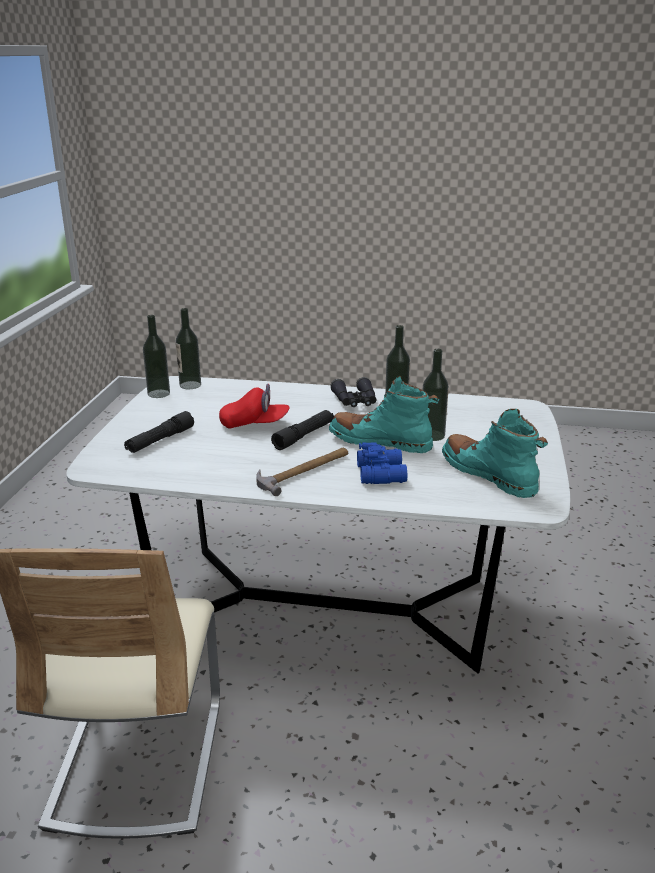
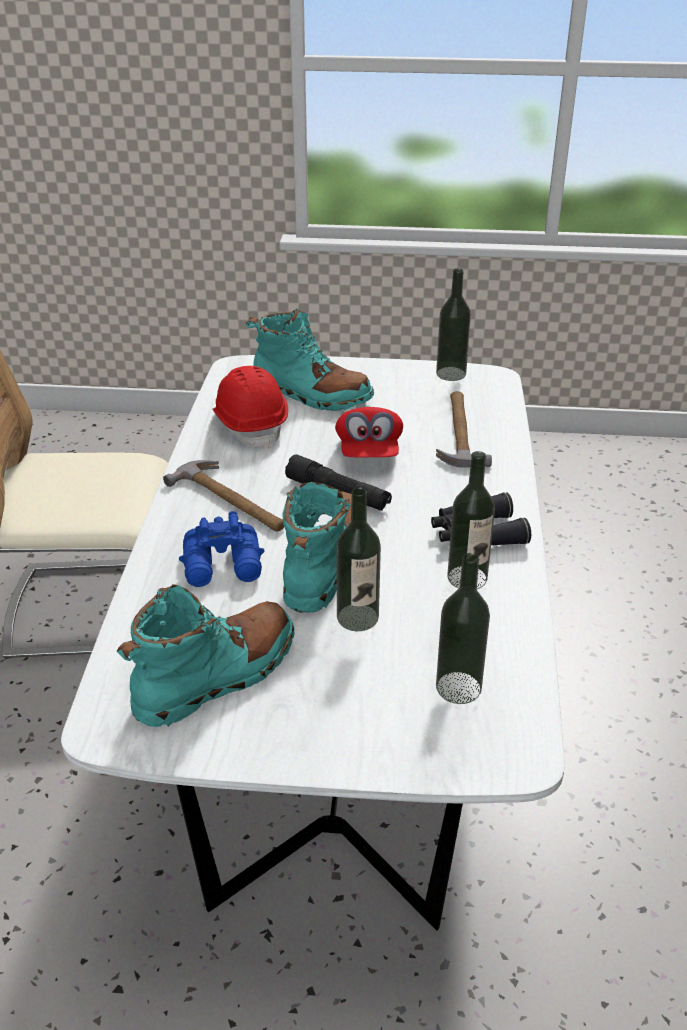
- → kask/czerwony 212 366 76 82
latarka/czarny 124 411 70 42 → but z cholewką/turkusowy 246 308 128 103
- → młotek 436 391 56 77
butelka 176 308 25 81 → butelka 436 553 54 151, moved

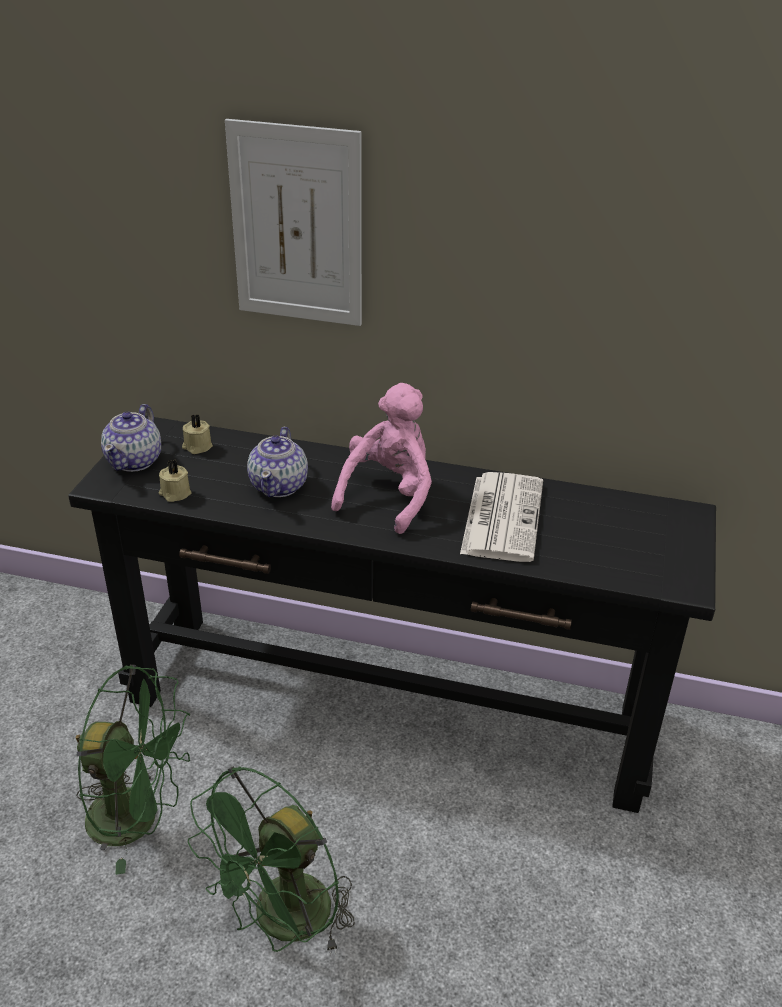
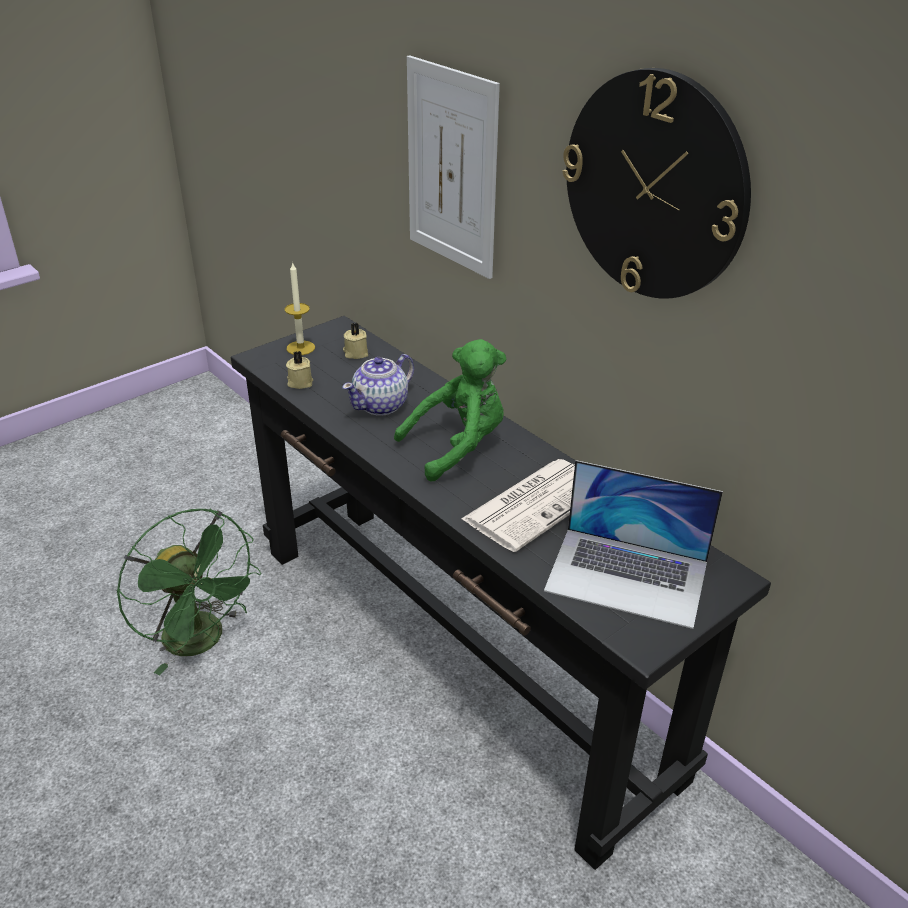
imbryk 101 404 60 68 → świeca 285 262 30 93
pluszak/różowy 331 383 101 151 → pluszak/zielony 394 339 112 143
- → laptop 544 460 179 169
- → zegar ścienny 562 68 189 231
wentylator/zielony 188 766 167 189 → -

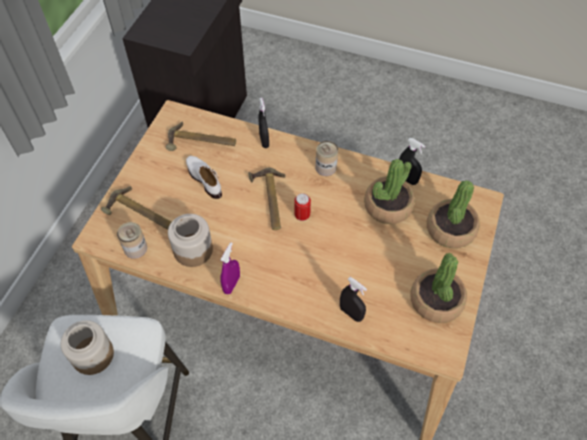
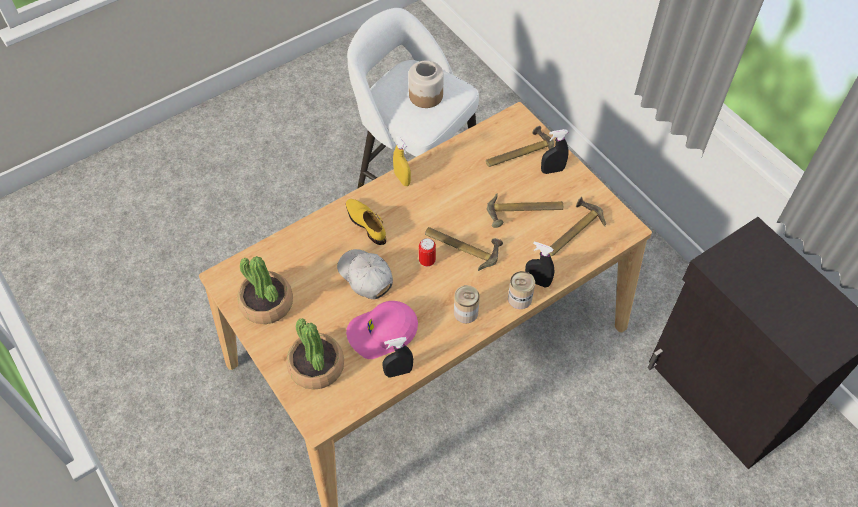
- → czapka z daszkiem/biały 337 249 56 50
- → but/żółty 346 199 40 46
roślina doniczkowa 364 159 51 65 → czapka z daszkiem/różowy 346 301 72 58
spryskiwacz/fioletowy 220 242 20 52 → spryskiwacz/żółty 393 135 18 51
but/biały 186 156 36 43 → młotek 487 193 76 35
puszka 117 222 30 37 → puszka 508 271 27 38, moved
spryskiwacz/czarny 340 277 27 45 → spryskiwacz/czarny 541 129 28 45, moved
słoik 168 214 45 53 → -

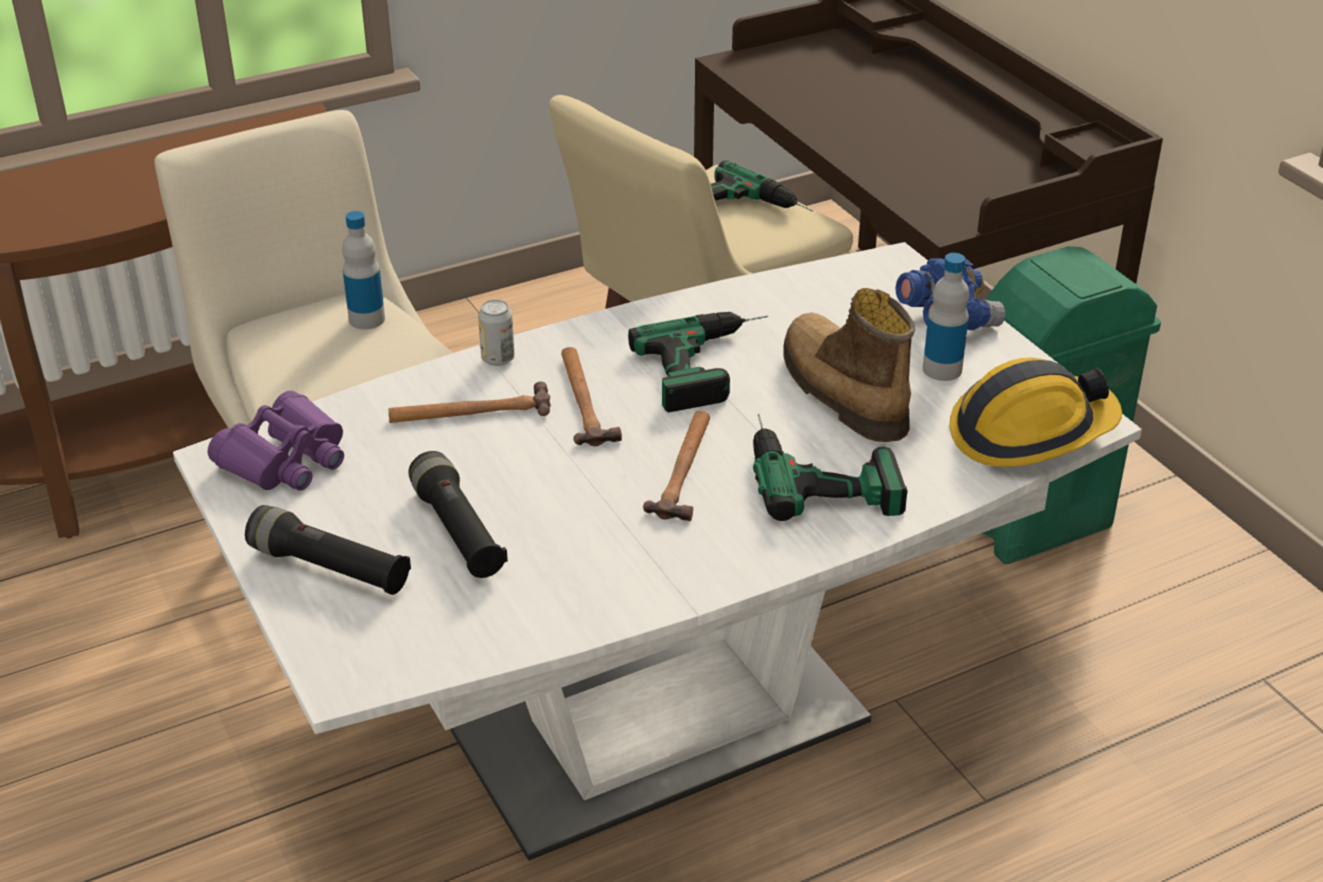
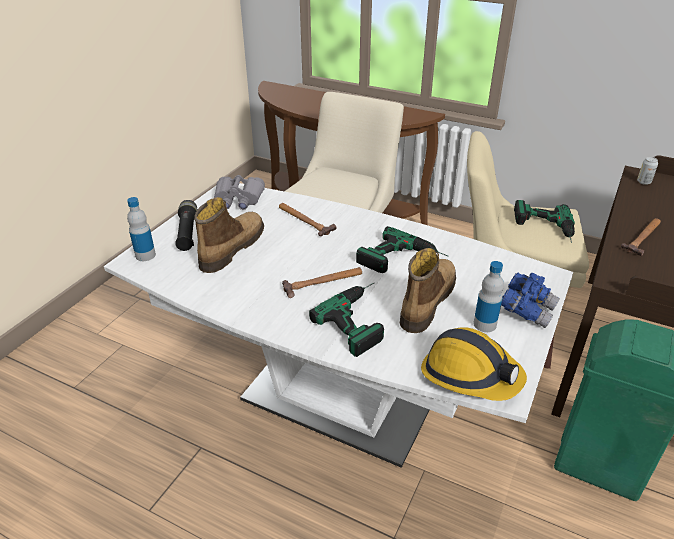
butelka 342 211 43 118 → butelka 127 197 29 64, moved
latarka/czarny 408 451 100 127 → but z cholewką 194 197 70 76
lornetka/fioletowy 208 391 136 100 → lornetka/szary 214 175 51 35
młotek 561 347 61 99 → młotek 621 218 40 38, moved
puszka 478 300 36 66 → puszka 637 157 21 28, moved

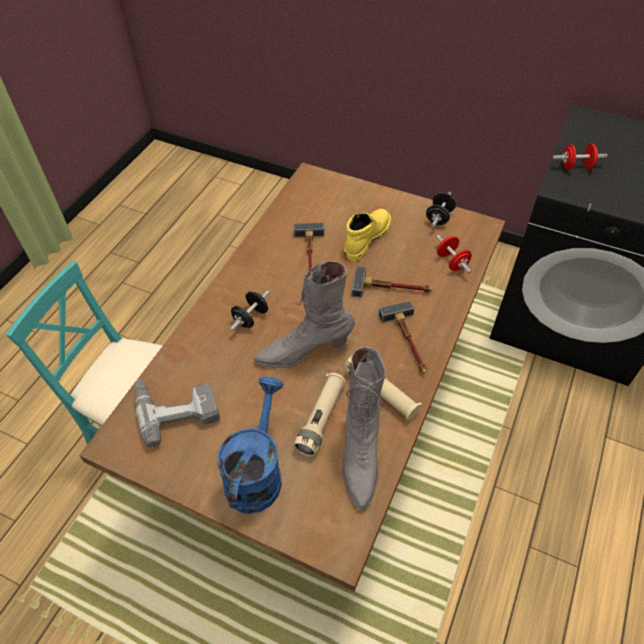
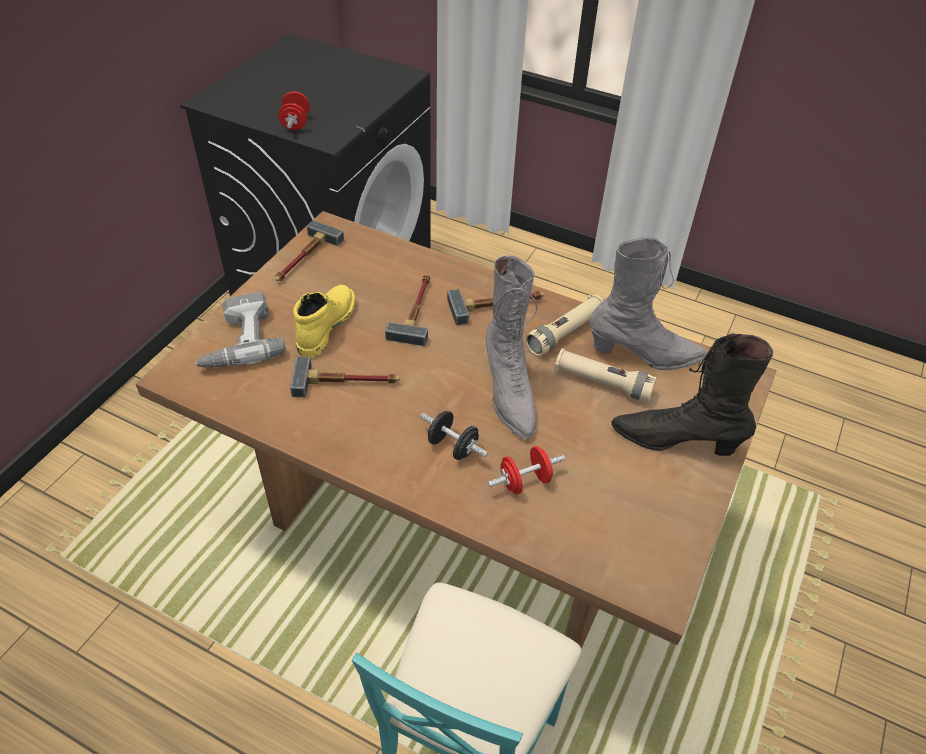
wiertarka 134 379 86 68 → wiertarka 194 292 92 76, moved
hantel/czarny 426 192 30 35 → młotek 275 220 69 61
but z cholewką/żółty 344 209 47 52 → but z cholewką/żółty 293 285 62 72, 75 degrees clockwise
hantel/czerwony 437 235 35 38 → hantel/czerwony 488 446 77 48, moved
konewka/niebieski 217 376 67 138 → but z cholewką/czarny 611 333 162 123

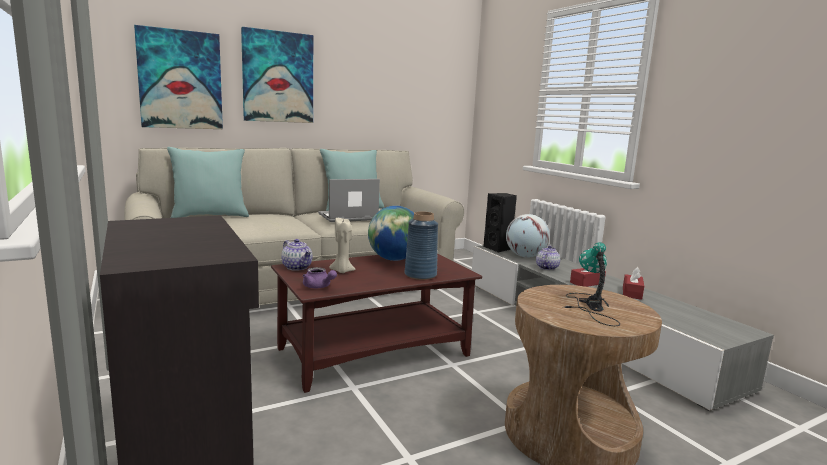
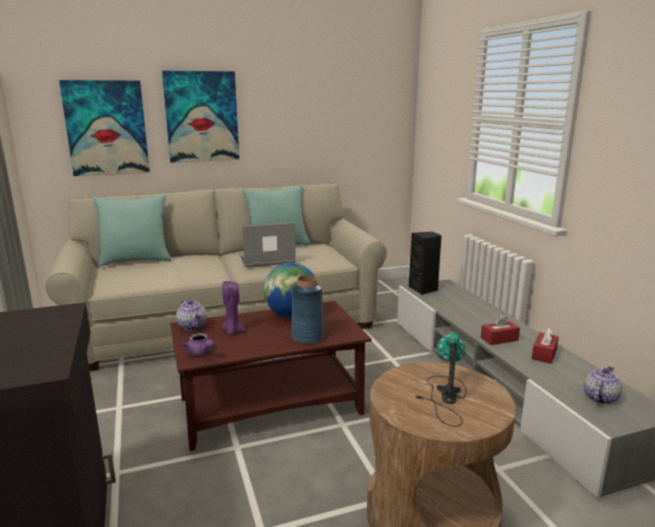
świeca/beżowy 329 217 27 56 → świeca/fioletowy 221 281 24 54
imbryk 536 246 24 24 → imbryk 584 366 38 38, moved
globus 506 214 44 43 → -

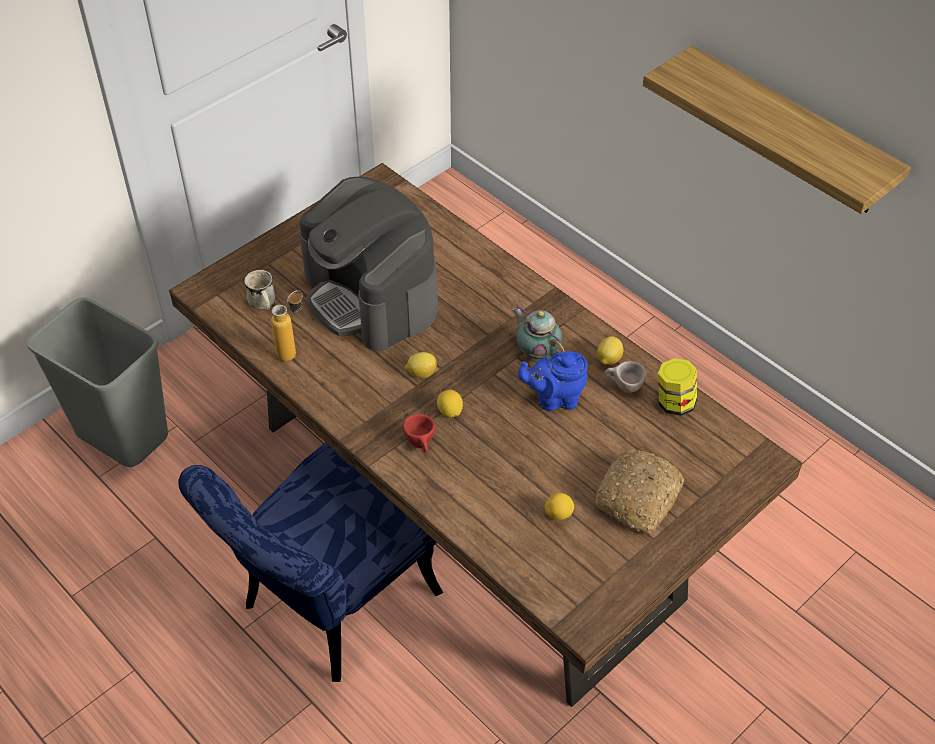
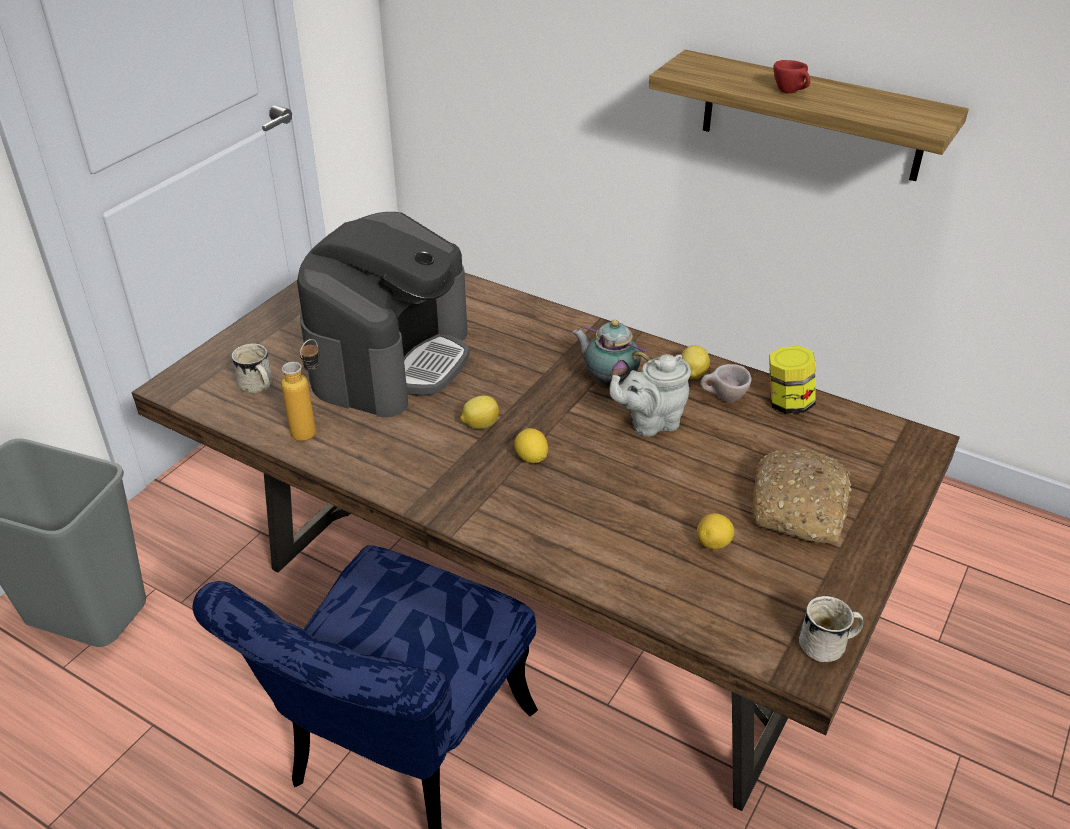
ekspres do kawy 300 177 138 174 → ekspres do kawy 297 212 173 206, 105 degrees counterclockwise
imbryk/niebieski 518 351 70 60 → imbryk/szary 609 354 82 82
filiżanka/czerwony 403 414 32 38 → filiżanka/czerwony 773 60 37 34, moved
- → kubek/biały 799 596 64 66

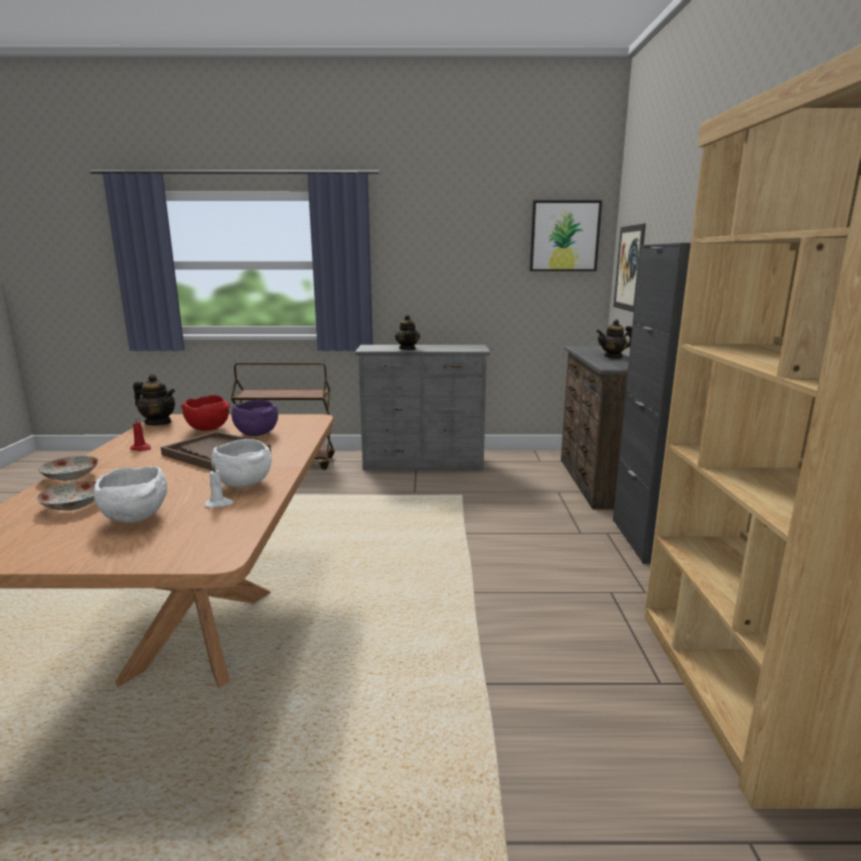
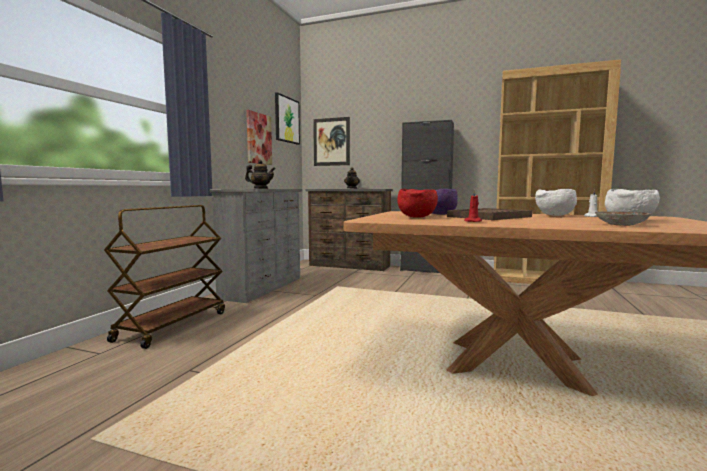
- → obraz 246 110 26 55
talerz 38 456 61 25 → -
imbryk 133 374 42 51 → -

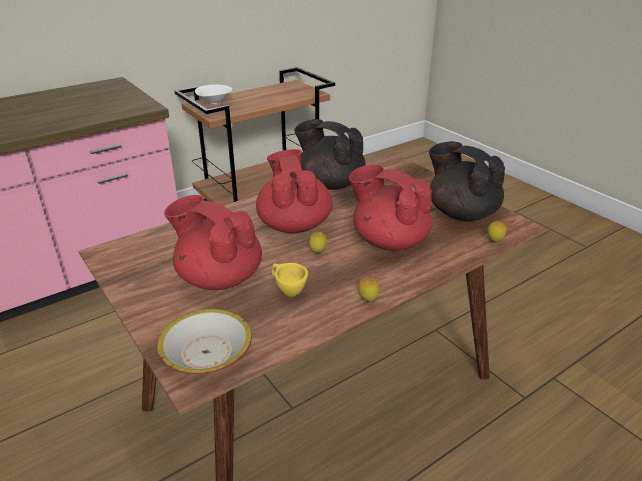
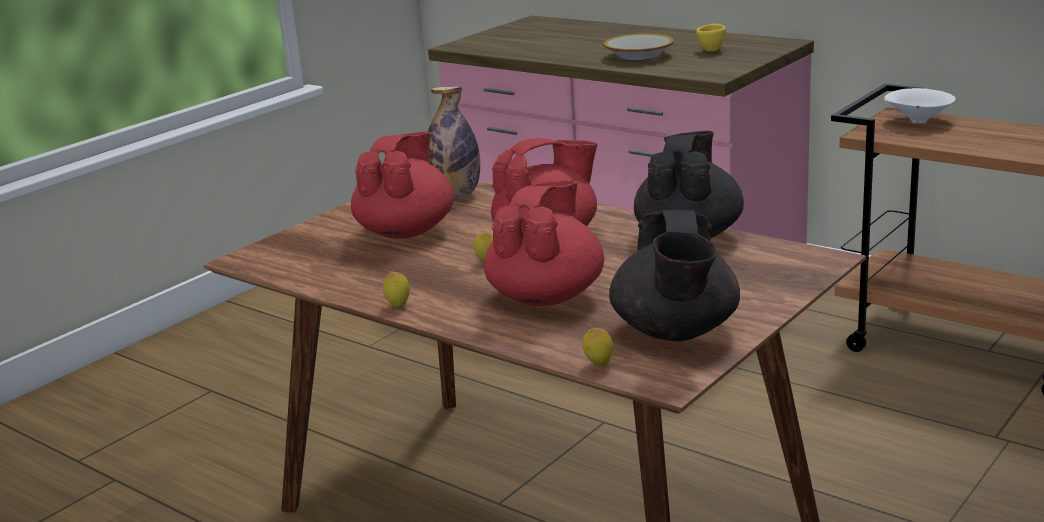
- → butelka 428 86 52 112
miska 157 309 95 66 → miska 603 34 71 27, moved
imbryk/czarny 429 141 76 80 → imbryk/czarny 609 210 131 131, 150 degrees clockwise
filiżanka/żółty 271 263 37 34 → filiżanka/żółty 696 24 30 28, moved

